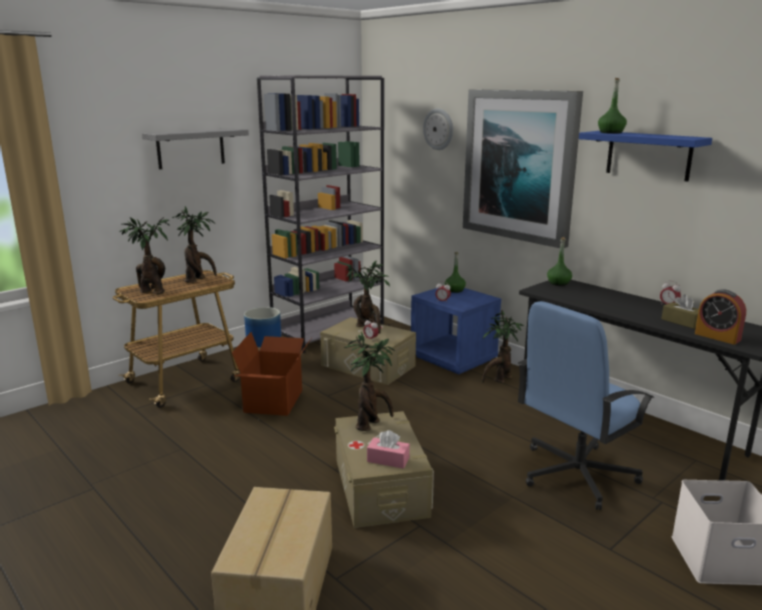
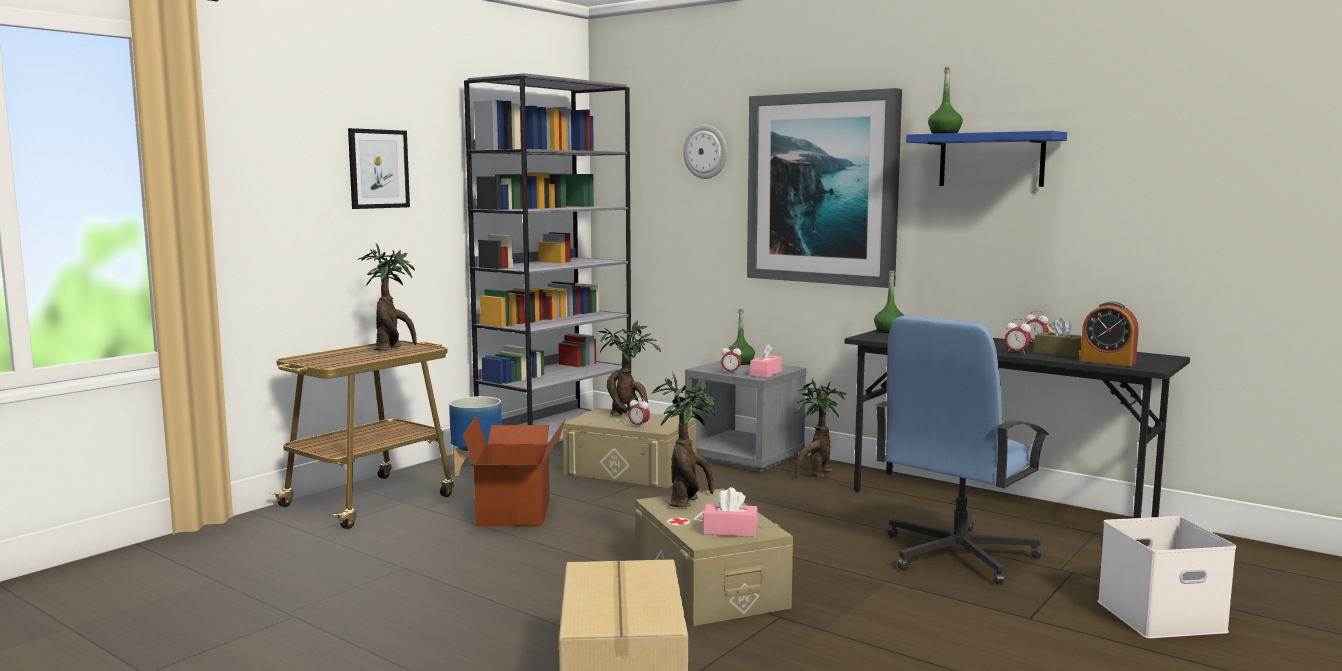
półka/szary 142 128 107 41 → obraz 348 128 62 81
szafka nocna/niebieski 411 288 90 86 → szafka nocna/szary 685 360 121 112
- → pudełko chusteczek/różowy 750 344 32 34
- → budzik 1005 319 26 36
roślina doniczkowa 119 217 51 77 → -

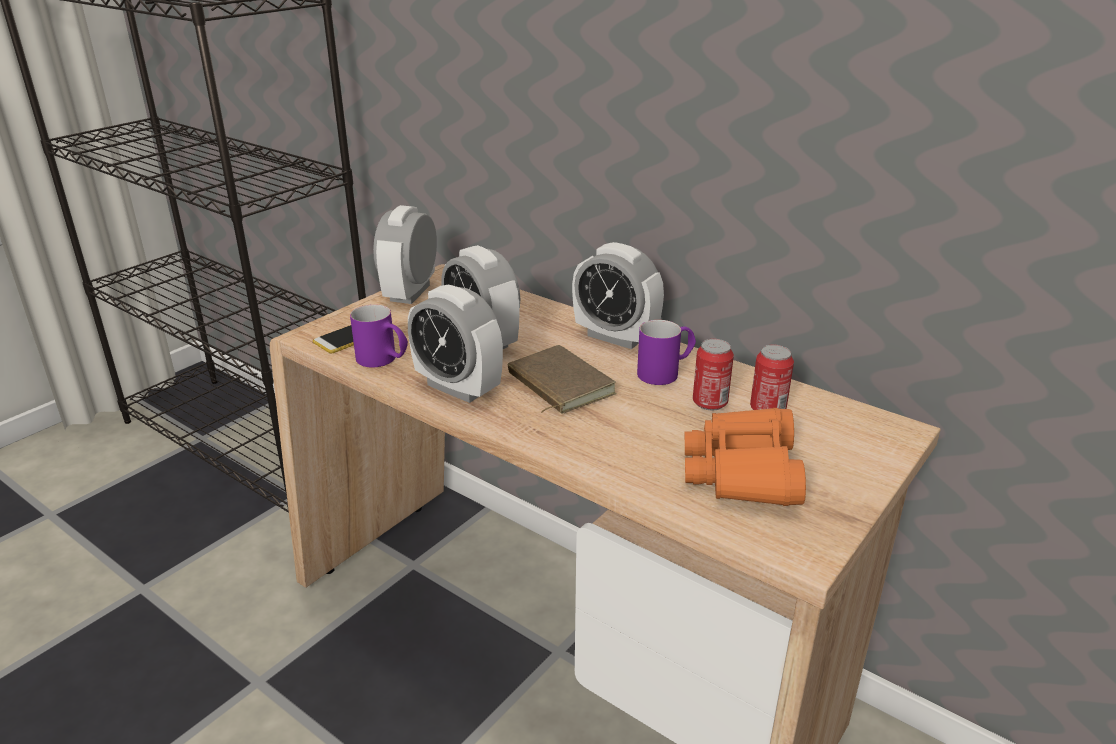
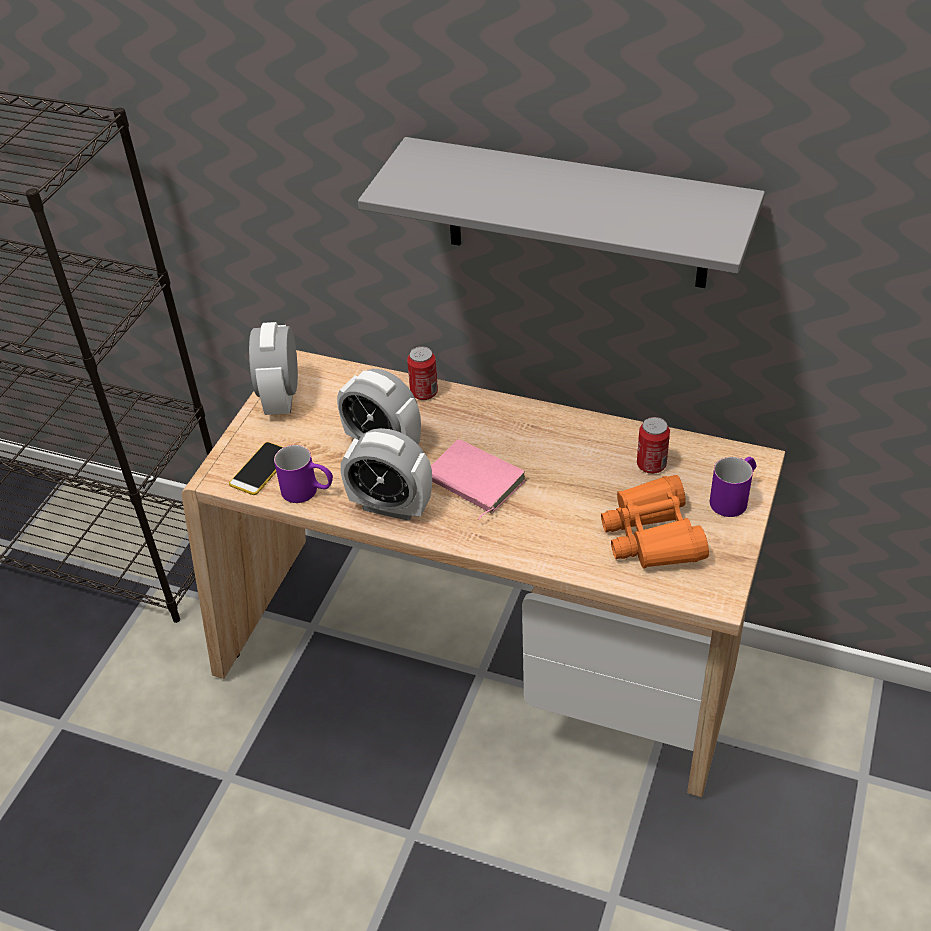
- → półka/szary 358 137 407 151
puszka 693 339 41 71 → puszka 407 346 31 54, moved
książka/brązowy 508 345 108 69 → książka/różowy 431 439 95 81
kubek/fioletowy 637 320 59 65 → kubek/fioletowy 710 457 46 60, moved
budzik 572 242 92 107 → -

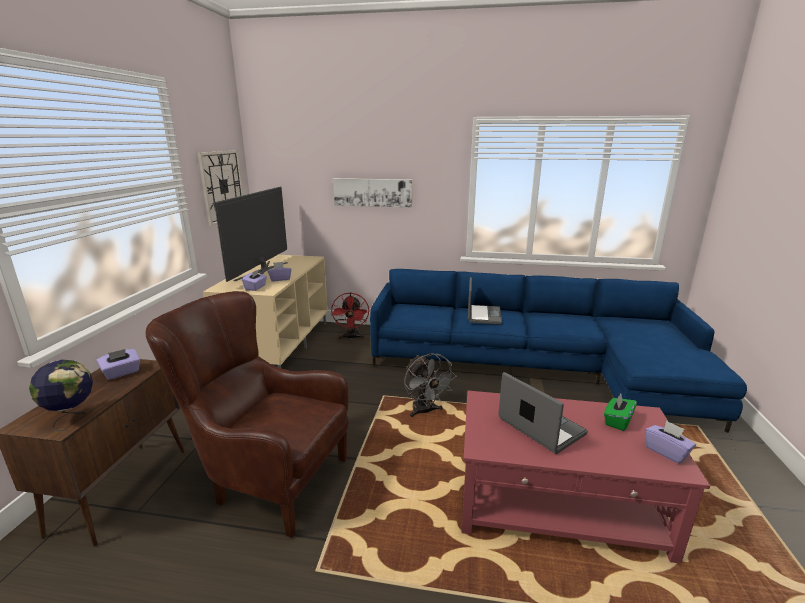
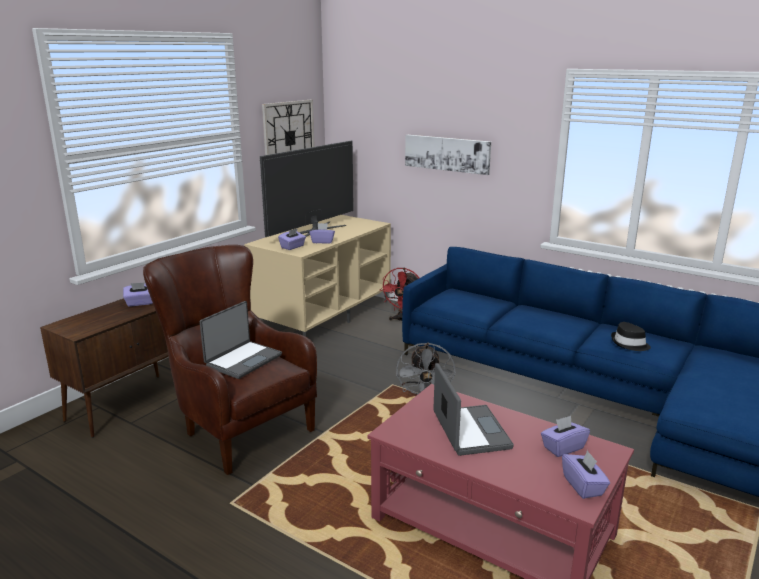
laptop 468 277 34 47 → laptop 200 301 82 78, moved
pudełko chusteczek/zielony 604 394 33 37 → pudełko chusteczek/fioletowy 541 416 49 41
- → kapelusz/czarny 611 322 40 29
globus 29 360 64 72 → -

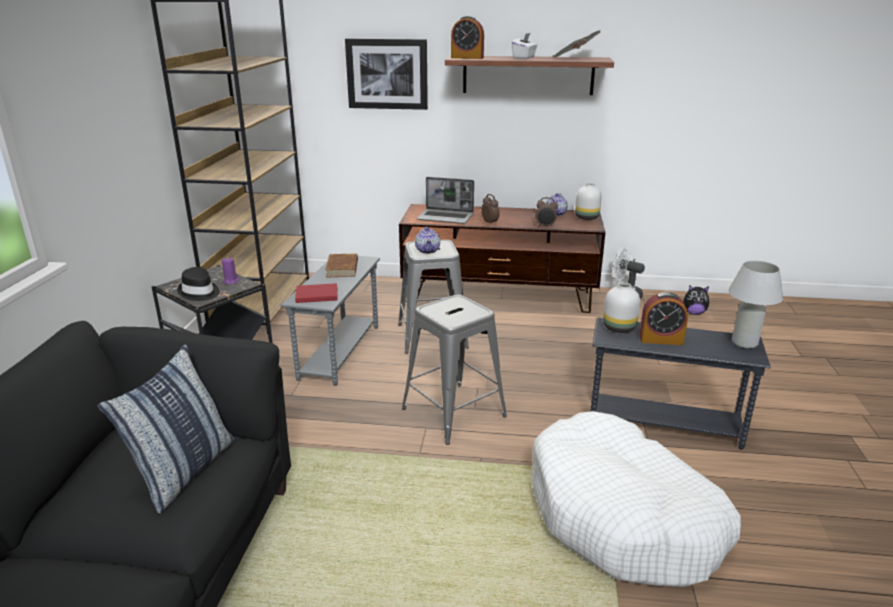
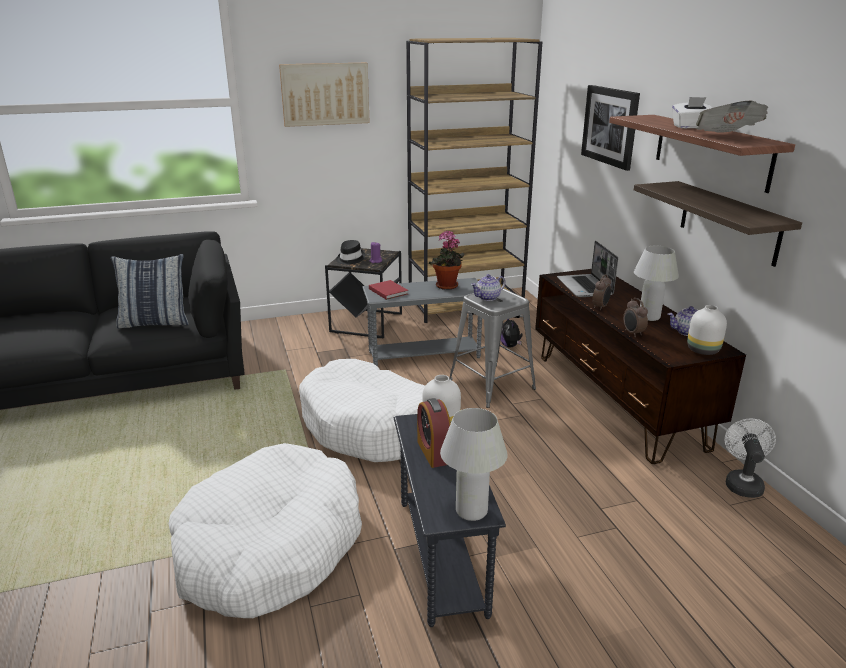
- → obraz 279 63 91 64
stołek/szary 402 295 105 150 → legowisko/biały 299 359 126 103
książka/brązowy 325 253 33 25 → roślina doniczkowa 429 231 36 59
pluszak 683 285 26 30 → pluszak 501 319 22 29, moved
- → półka 634 181 168 86
- → lampa stołowa/biały 634 246 45 75
budzik 451 16 33 43 → -

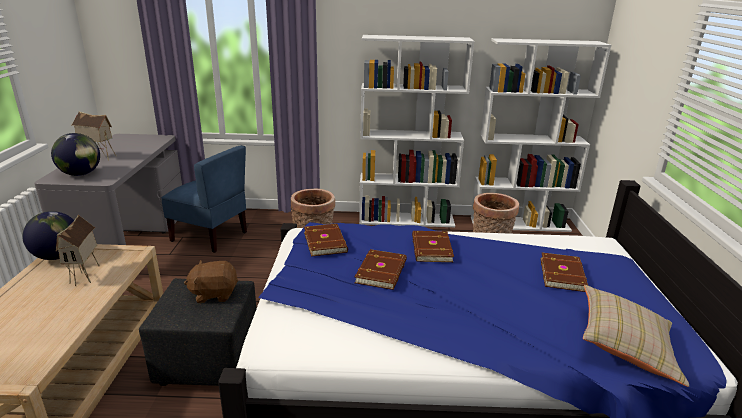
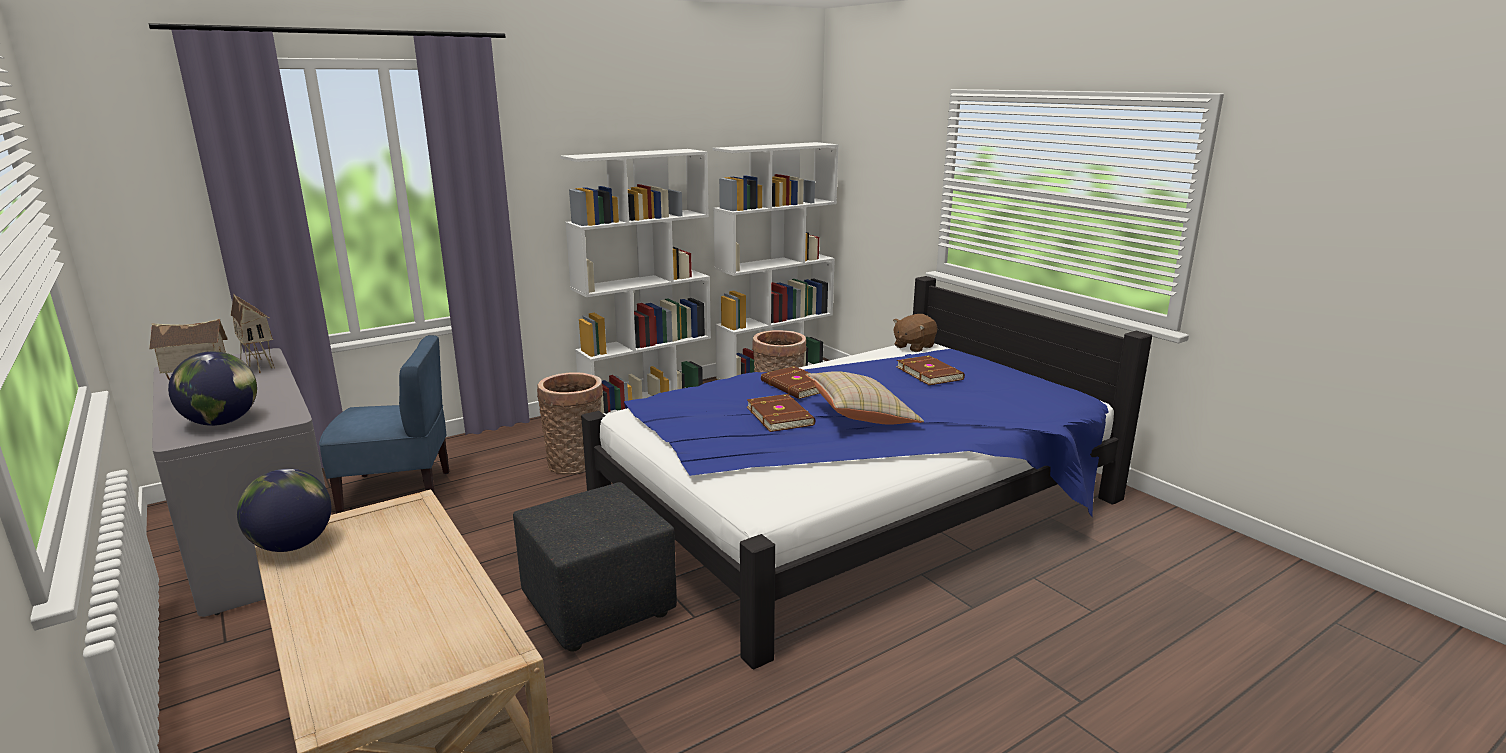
domek 56 214 44 72 → domek 231 294 44 79, moved
poduszka/beżowy 583 285 106 102 → poduszka/beżowy 805 371 119 54, moved
pluszak/brązowy 184 260 54 43 → pluszak/brązowy 893 314 45 38, moved
książka/brązowy 304 224 44 33 → -

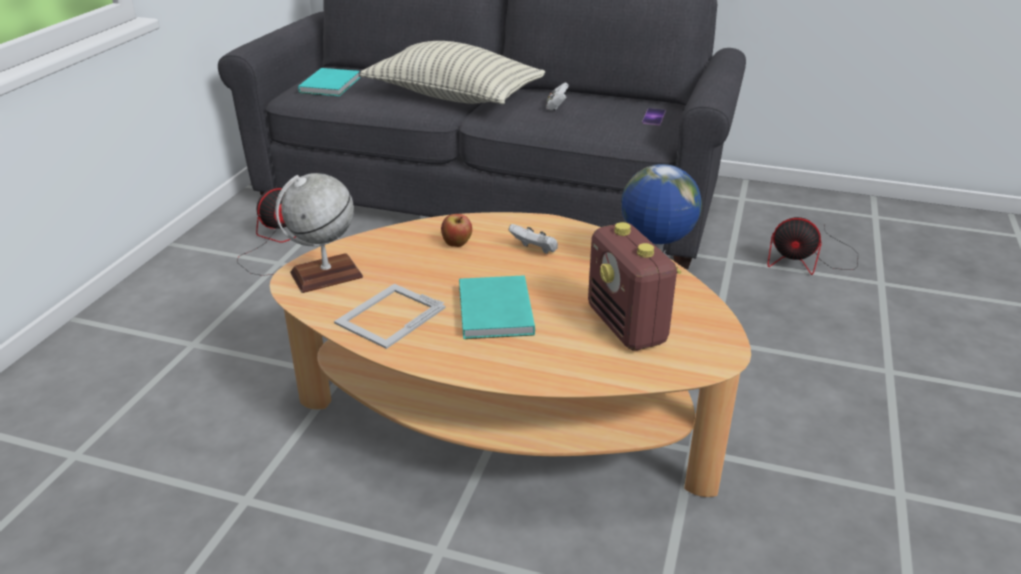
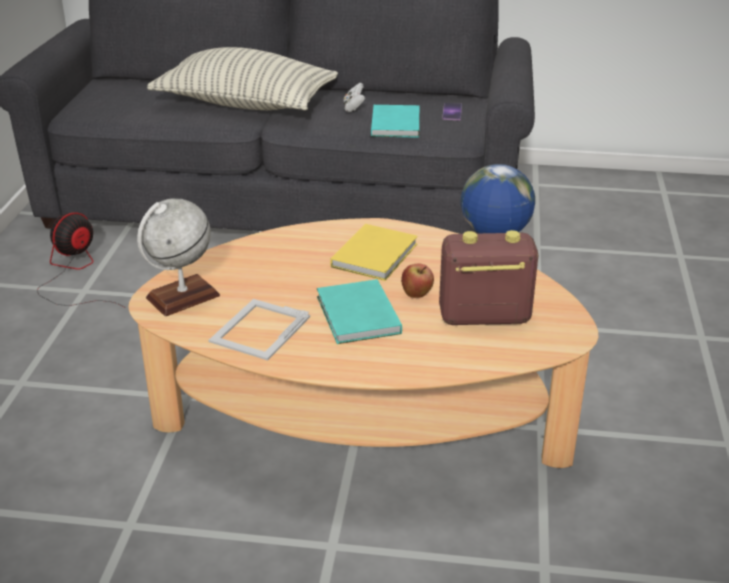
pad do gier/biały 508 224 50 30 → książka/żółty 330 224 88 57
książka/turkusowy 298 68 62 28 → książka/turkusowy 371 105 49 33, moved
jabłko 441 214 31 33 → jabłko 401 263 33 35, moved
radio 588 222 94 129 → radio 439 230 100 95, 120 degrees clockwise
wentylator 768 217 90 58 → -

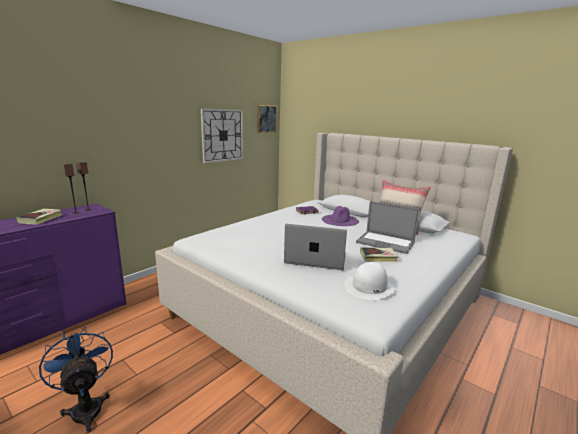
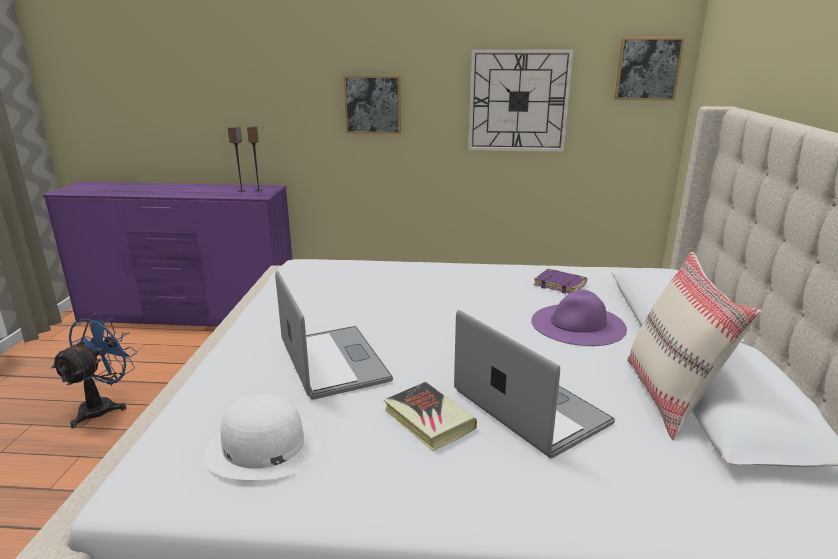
- → obraz 343 75 58 59
laptop 356 201 64 53 → laptop 454 310 161 149, 150 degrees clockwise
książka 16 209 46 16 → -

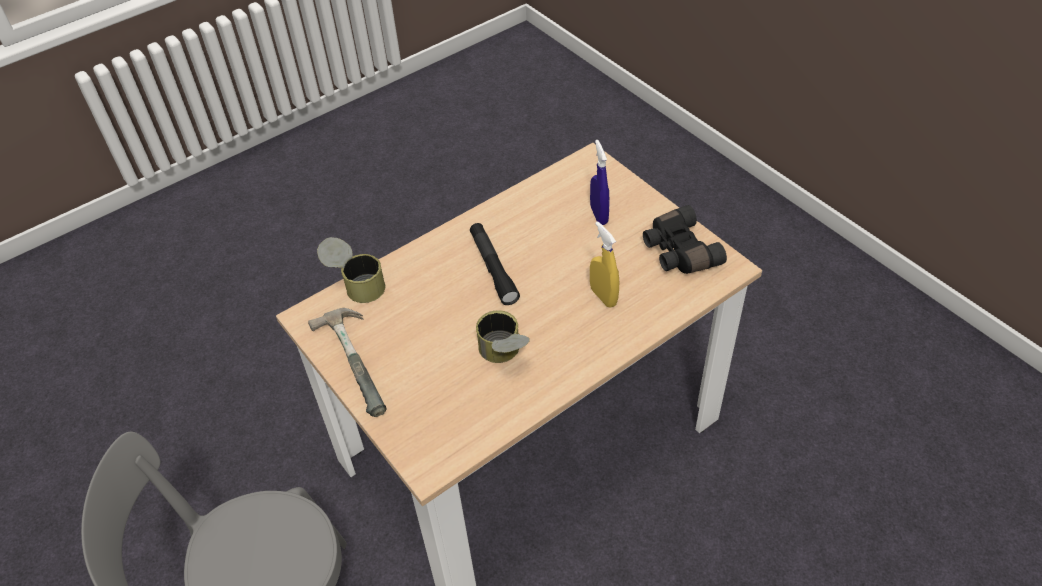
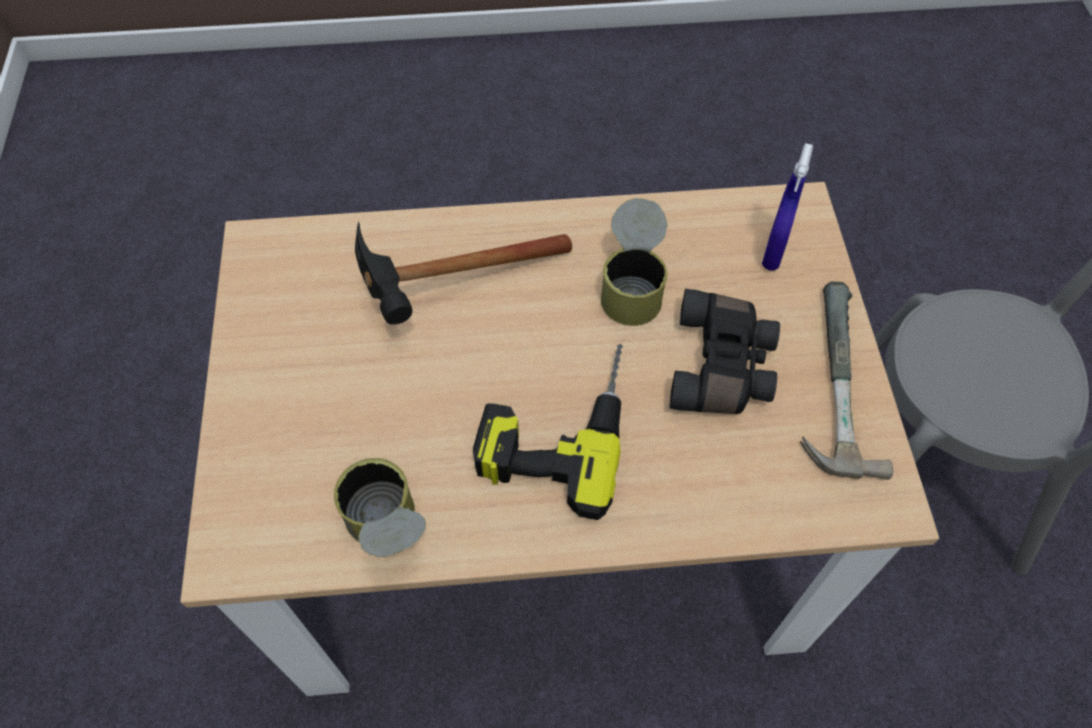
puszka 317 237 68 66 → puszka 334 458 92 99, moved
spryskiwacz/żółty 590 221 29 87 → młotek 355 221 217 104
latarka/czarny 470 223 50 82 → wiertarka 473 344 150 176
lornetka/czarny 643 205 84 69 → lornetka/czarny 669 289 111 125, moved
spryskiwacz/niebieski 590 140 20 85 → spryskiwacz/niebieski 762 143 51 128, moved

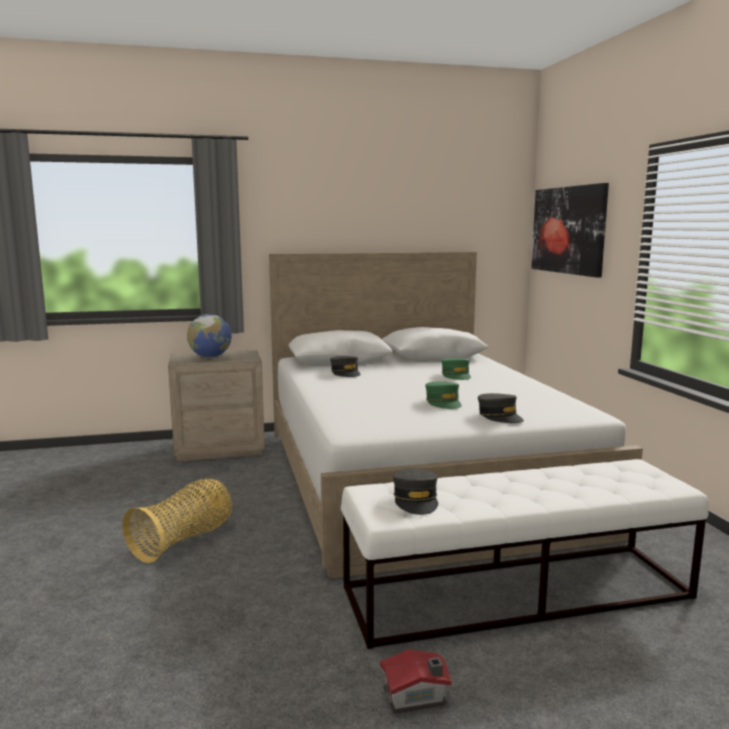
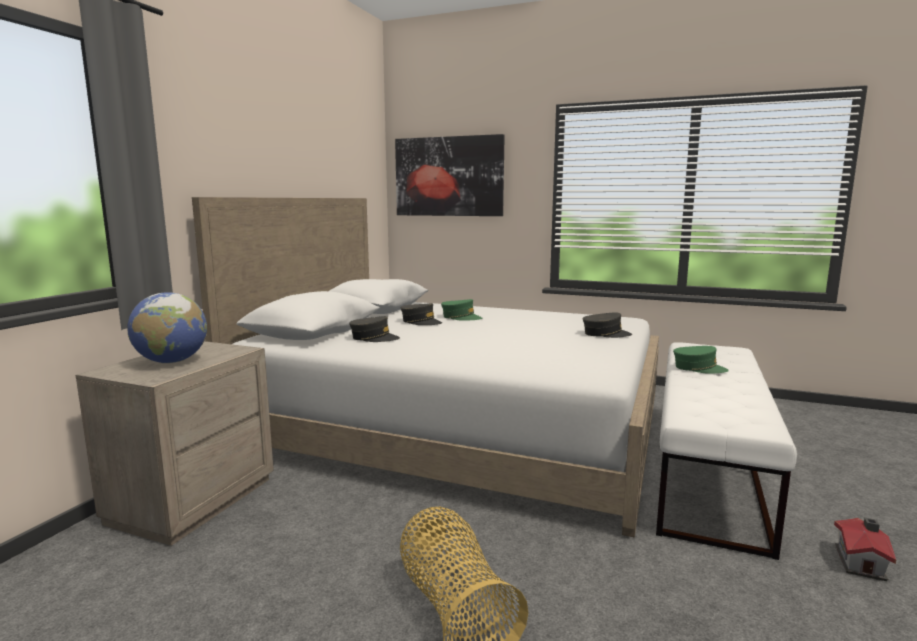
czapka z daszkiem/szary 393 468 45 47 → czapka z daszkiem/szary 401 303 41 22, moved
czapka z daszkiem/zielony 425 381 37 28 → czapka z daszkiem/zielony 673 346 56 28, moved

